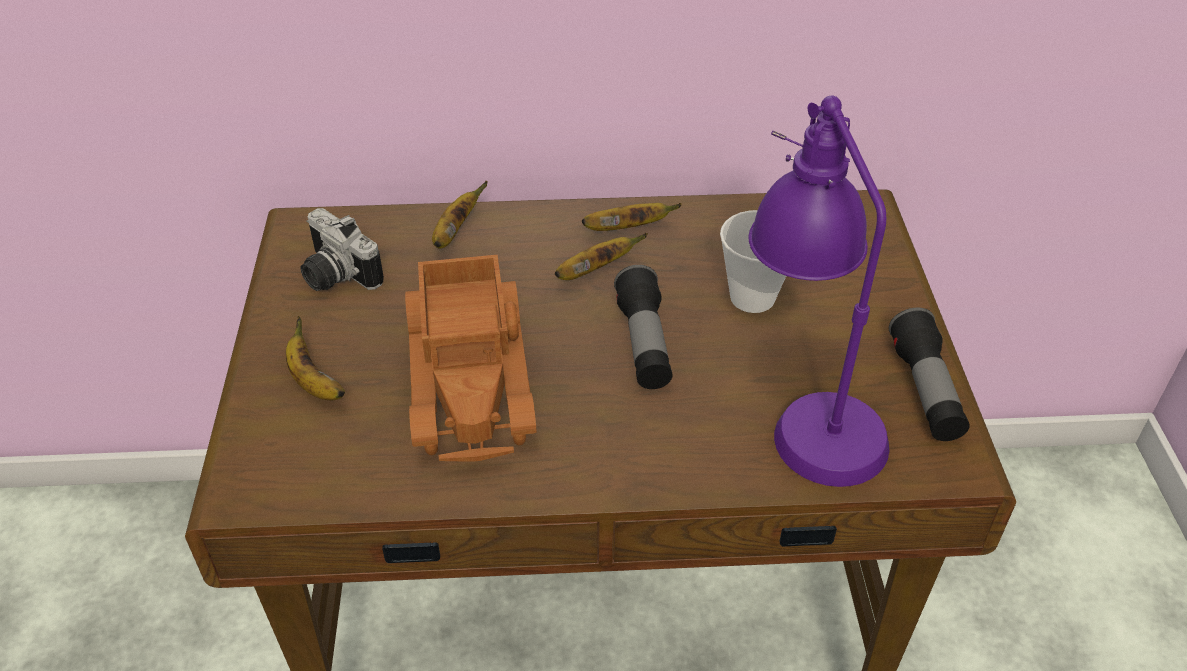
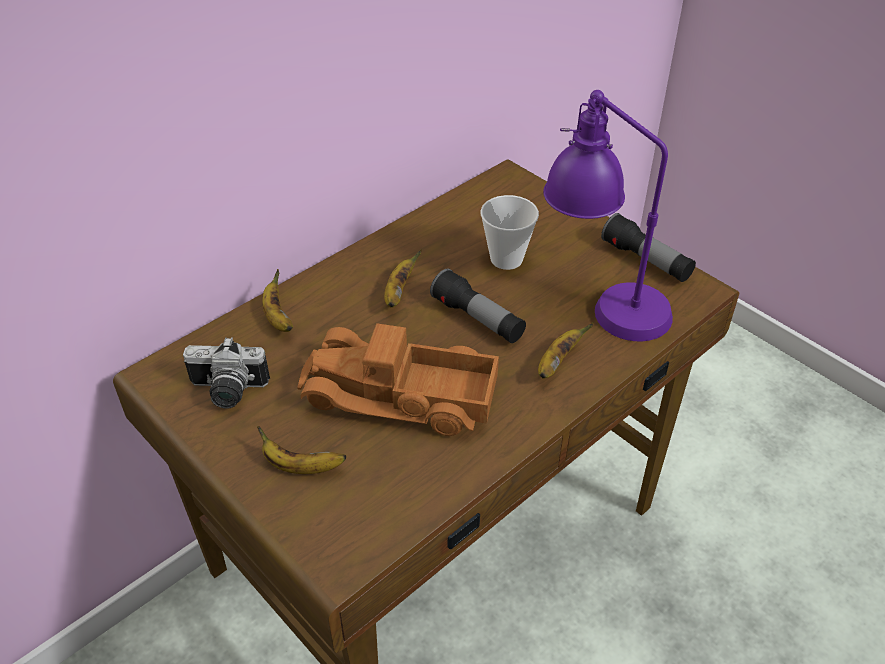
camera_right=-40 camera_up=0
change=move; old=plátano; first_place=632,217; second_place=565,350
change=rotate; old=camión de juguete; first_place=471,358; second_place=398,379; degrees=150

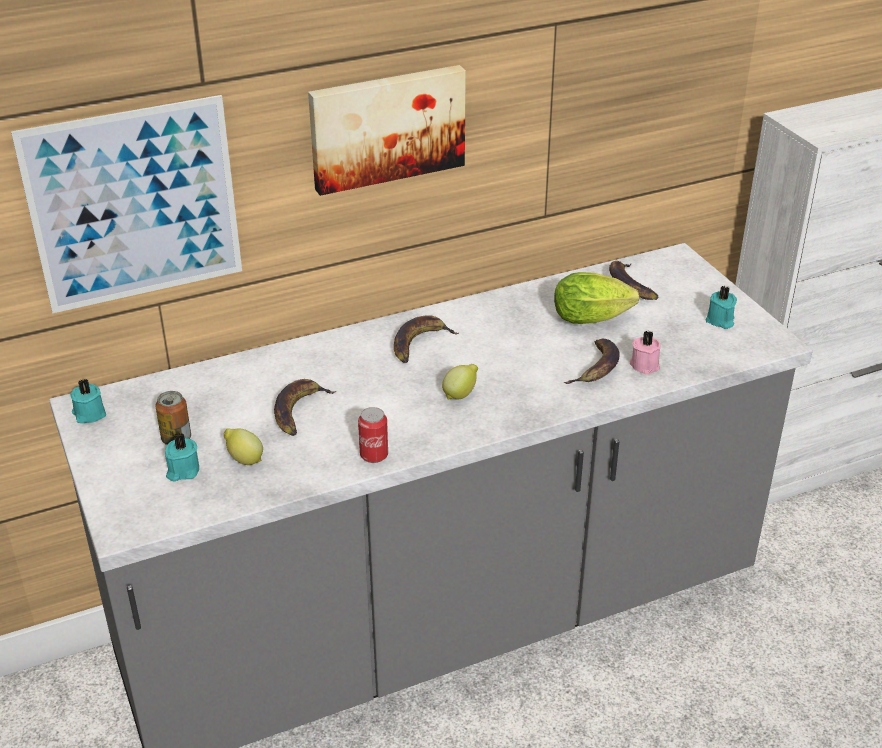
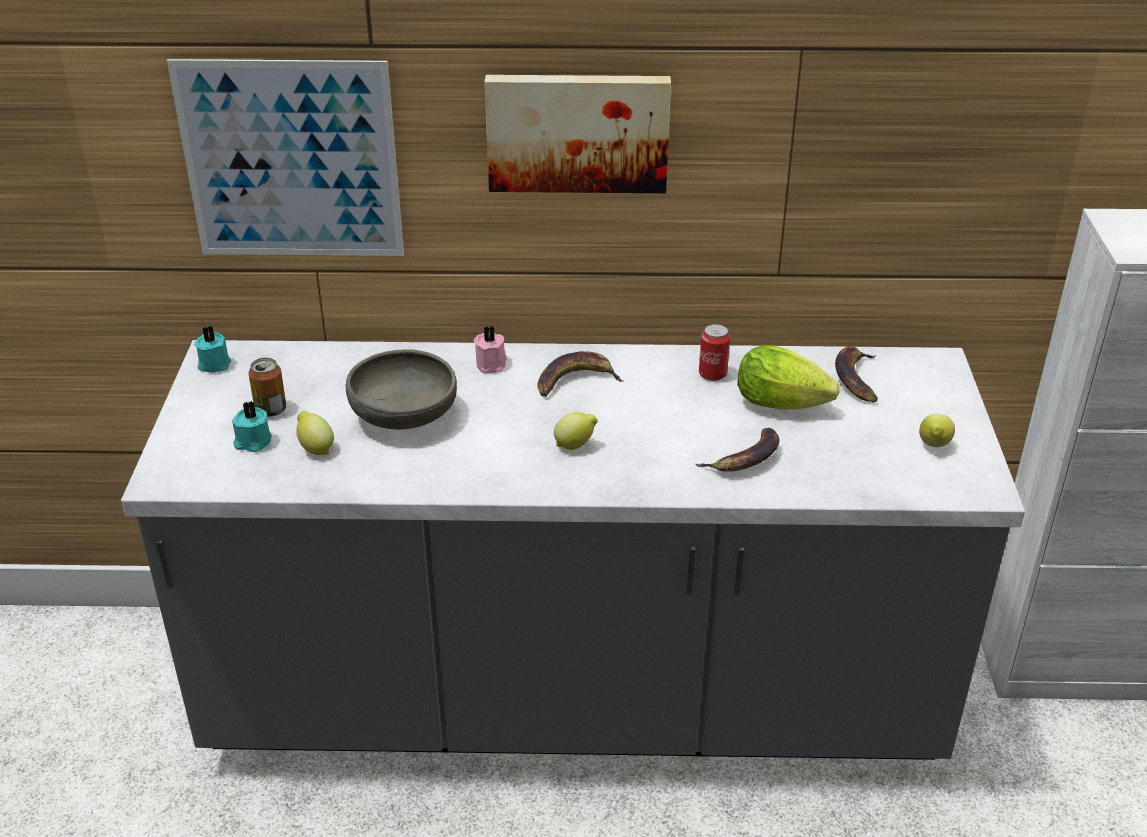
camera_right=25 camera_up=0
change=move; old=lata; first_place=373,435; second_place=714,352
change=move; old=vela/rosa; first_place=645,353; second_place=490,349
change=replace; old=plátano; new=cuenco/gris; first_place=305,407; second_place=401,389
change=replace; old=vela/turquesa; new=limón; first_place=721,307; second_place=937,430

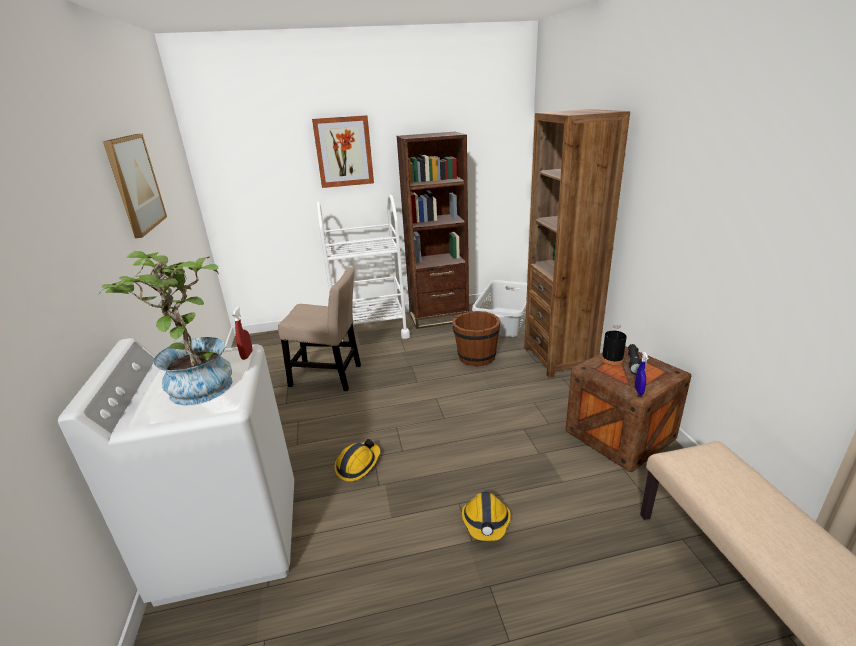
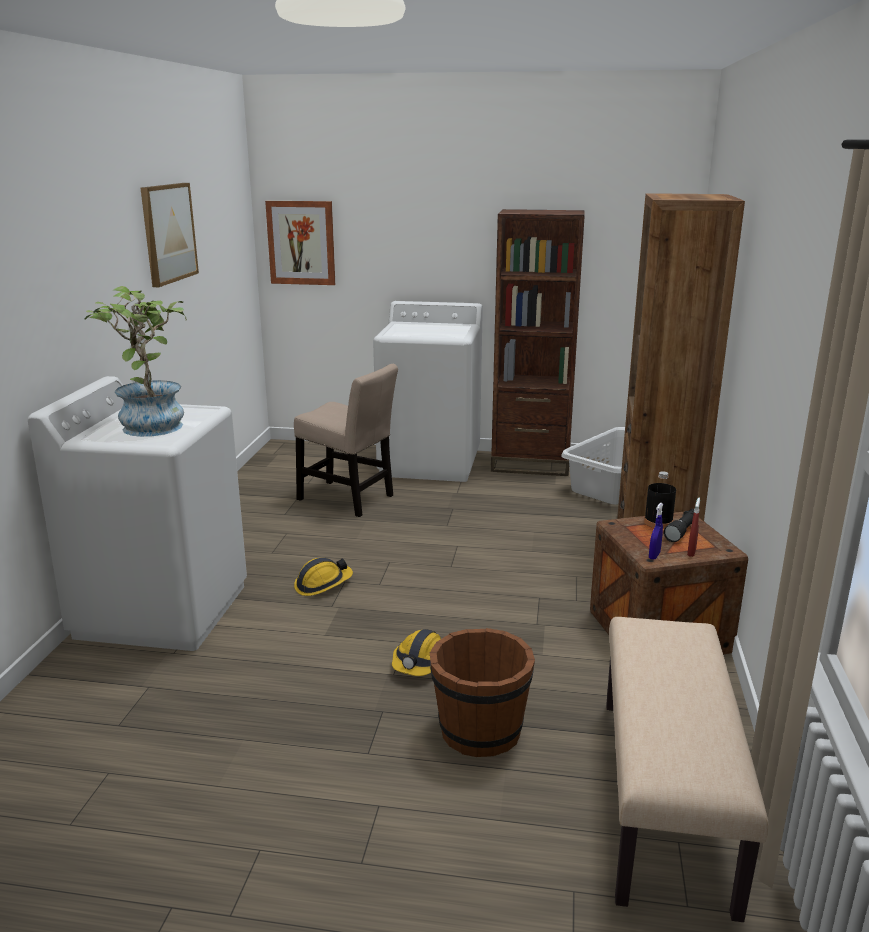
camera_right=20 camera_up=-5
change=move; old=pulverizador/rojo; first_place=242,333; second_place=693,527
change=move; old=cuadro; first_place=343,151; second_place=300,243
change=move; old=cubo/marrón; first_place=476,339; second_place=482,692
change=replace; old=carrito/blanco; new=lavadora/blanco; first_place=363,271; second_place=428,391

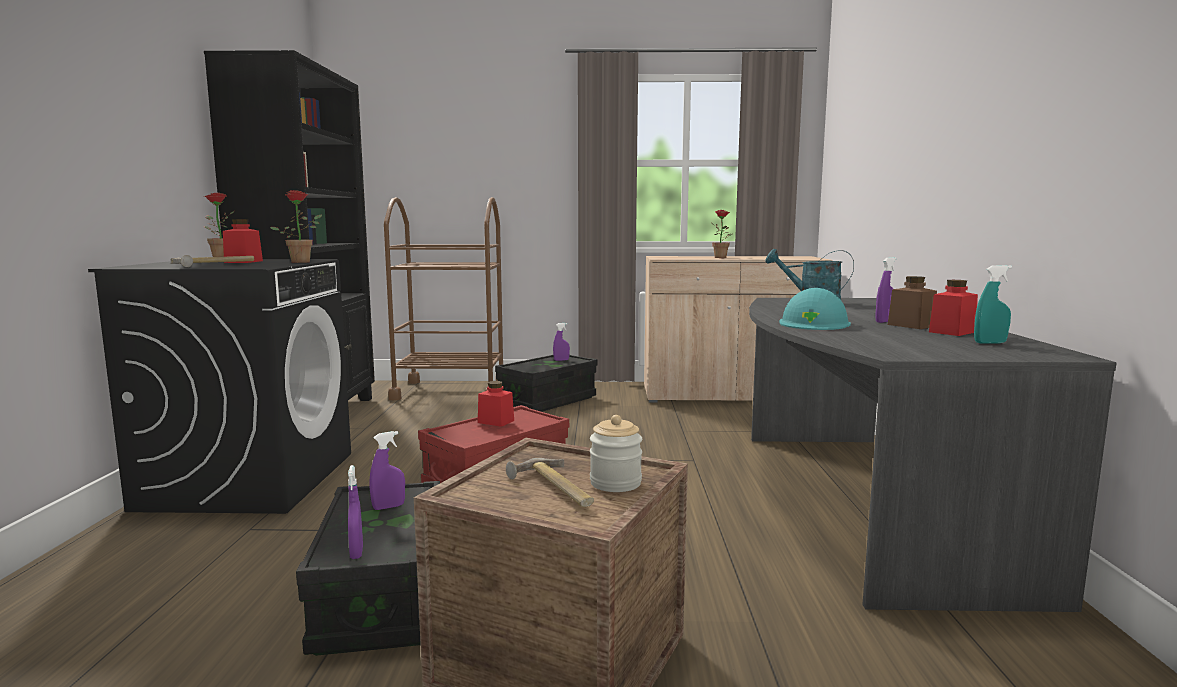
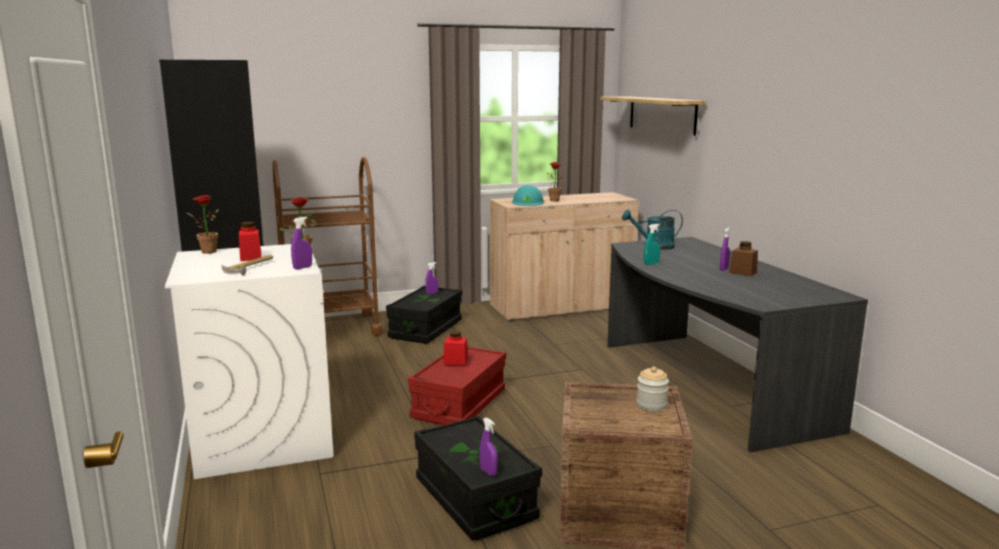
camera_right=-20 camera_up=5
change=delete; old=martillo; first_place=550,482
change=delete; old=tarro/rojo; first_place=953,308
change=insert; new=estante; second_place=653,116
change=move; old=pulverizador/morado; first_place=387,470; second_place=301,243
change=move; old=casco/turquesa; first_place=815,309; second_place=528,195
change=move; old=pulverizador/turquesa; first_place=993,304; second_place=652,244
change=recolor; old=lavadora/negro; new=lavadora/blanco; first_place=219,386; second_place=249,361

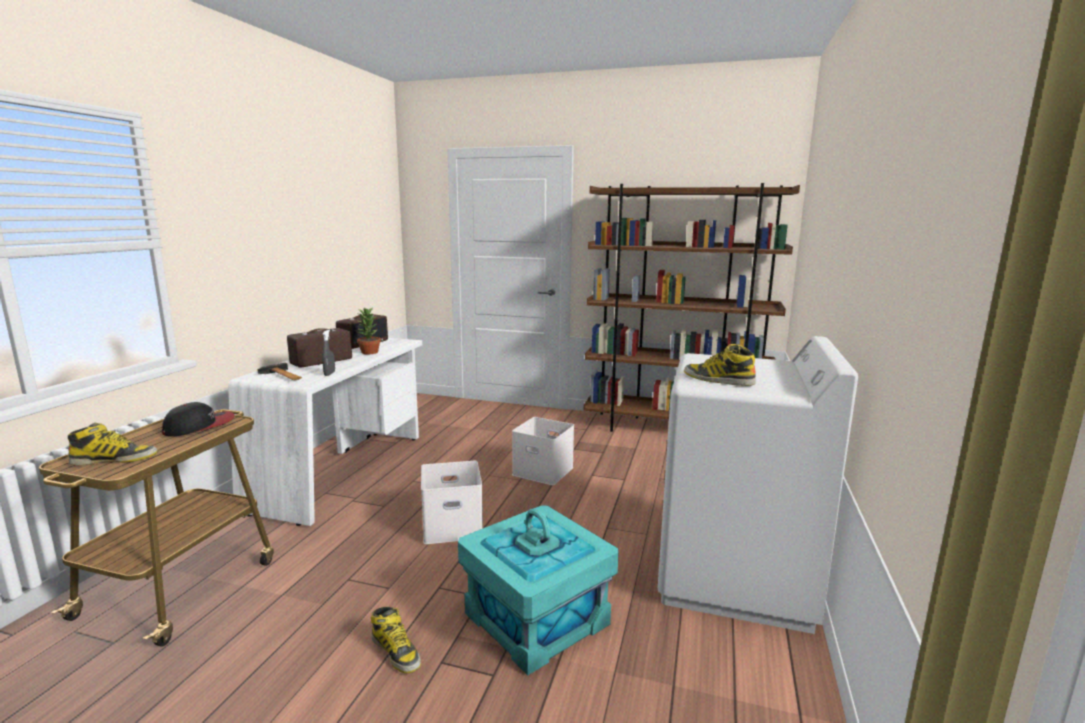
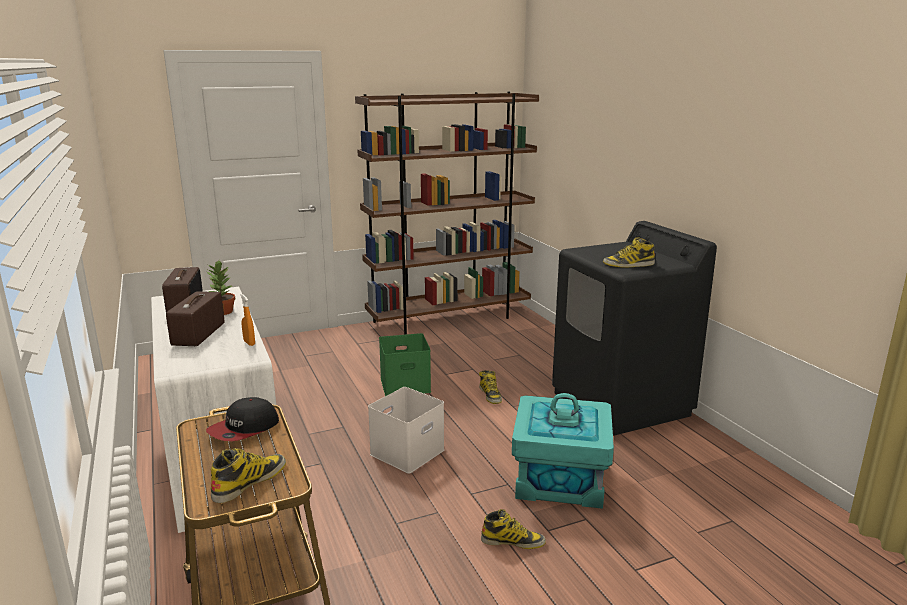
camera_right=-40 camera_up=5
change=delete; old=martillo; first_place=279,371
change=insert; new=bota; second_place=490,387
change=recolor; old=pulverizador/gris; new=pulverizador/naranja; first_place=328,353; second_place=248,320
change=recolor; old=caja de almacenaje/blanco; new=caja de almacenaje/verde; first_place=543,451; second_place=405,364
change=recolor; old=lavadora/blanco; new=lavadora/negro; first_place=758,485; second_place=634,328
change=rotate; old=gorra; first_place=198,419; second_place=242,419; degrees=-150

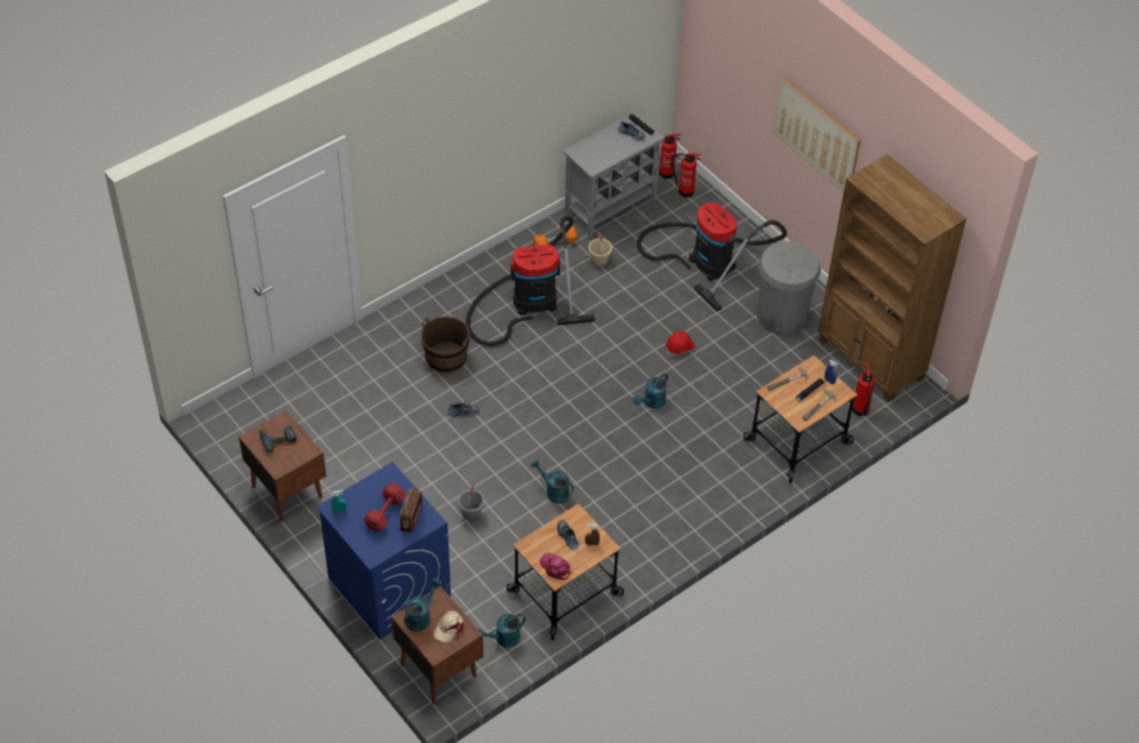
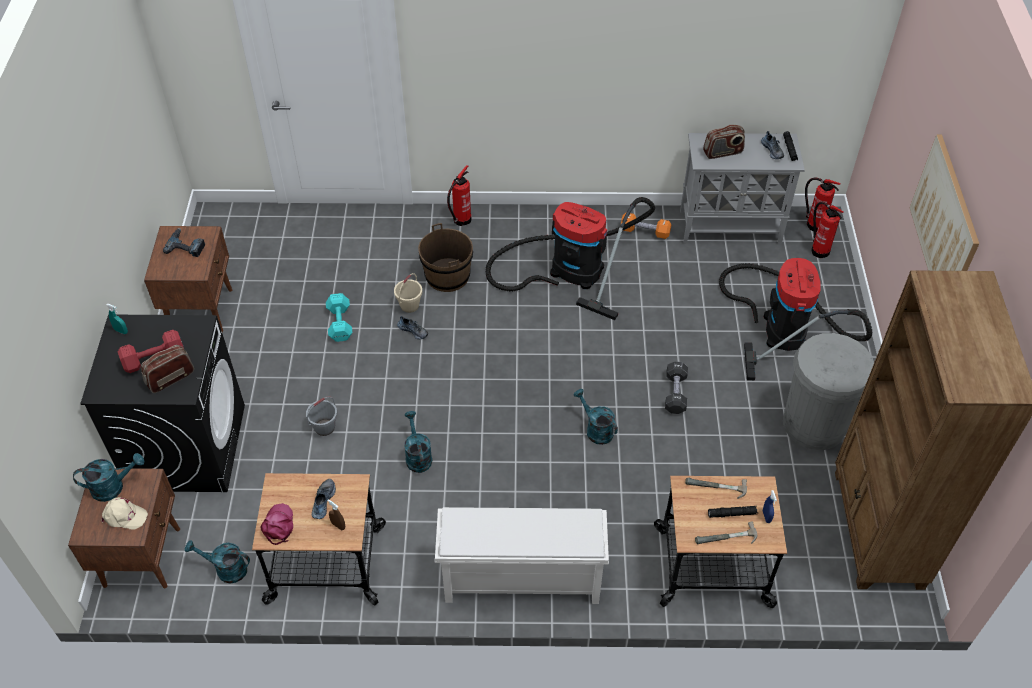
camera_right=40 camera_up=0
change=insert; new=mancuerna/turquesa; second_place=339,317
change=insert; new=zapatero/blanco; second_place=522,555
change=insert; new=radio; second_place=724,142
change=move; old=cubo/beis; first_place=600,249; second_place=408,293
change=move; old=extintor; first_place=863,389; second_place=459,195
change=replace; old=casco/rojo; new=mancuerna/negro; first_place=680,343; second_place=676,388
change=recolor; old=lavadora/azul; new=lavadora/negro; first_place=383,551; second_place=162,403
change=rotate; old=gorra/beis; first_place=449,627; second_place=124,513; degrees=-150
change=rotate; old=regadera/turquesa; first_place=650,390; second_place=596,417; degrees=60

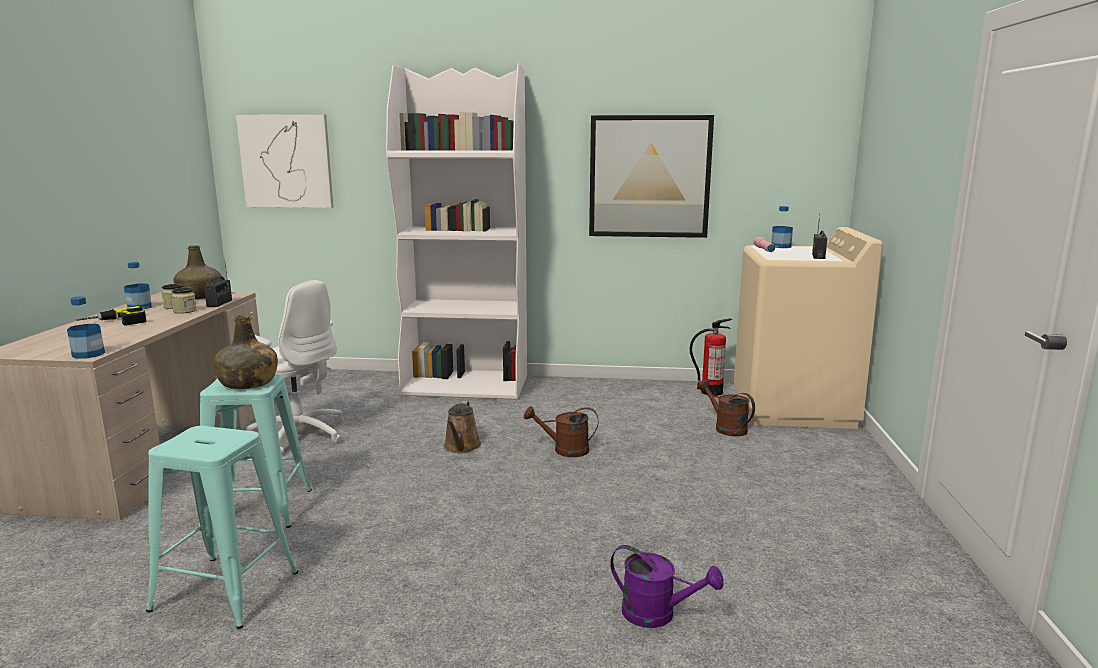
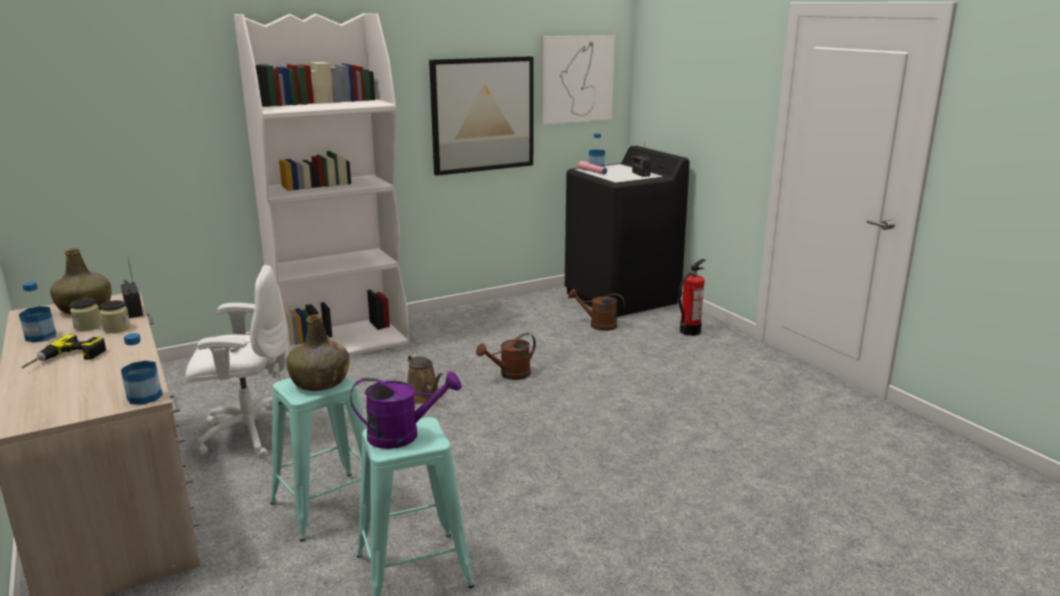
camera_right=-35 camera_up=5
change=move; old=cuadro; first_place=284,161; second_place=577,80
change=move; old=regadera/morado; first_place=667,586; second_place=406,410
change=move; old=extintor; first_place=710,357; second_place=691,297
change=recolor; old=lavadora/beis; new=lavadora/negro; first_place=808,328; second_place=627,231

